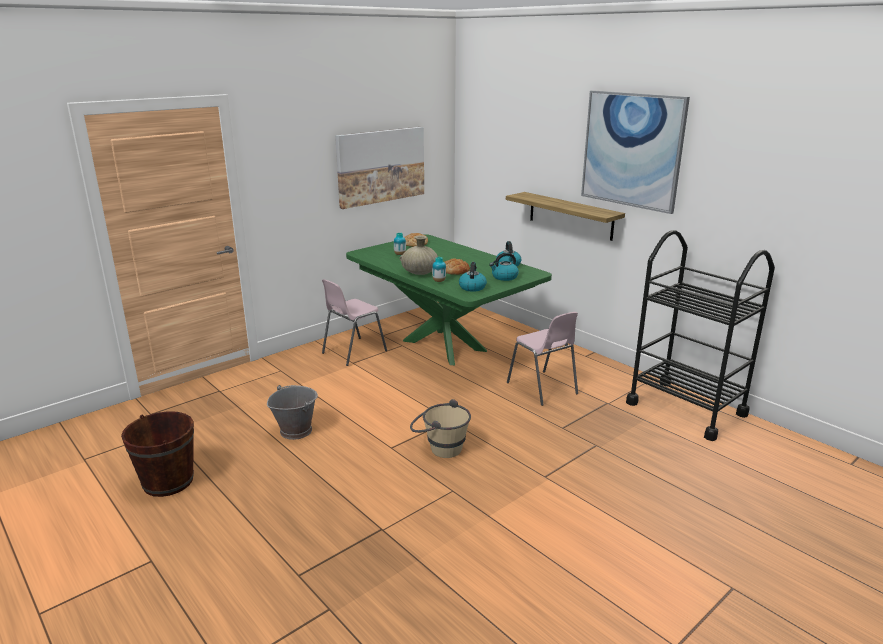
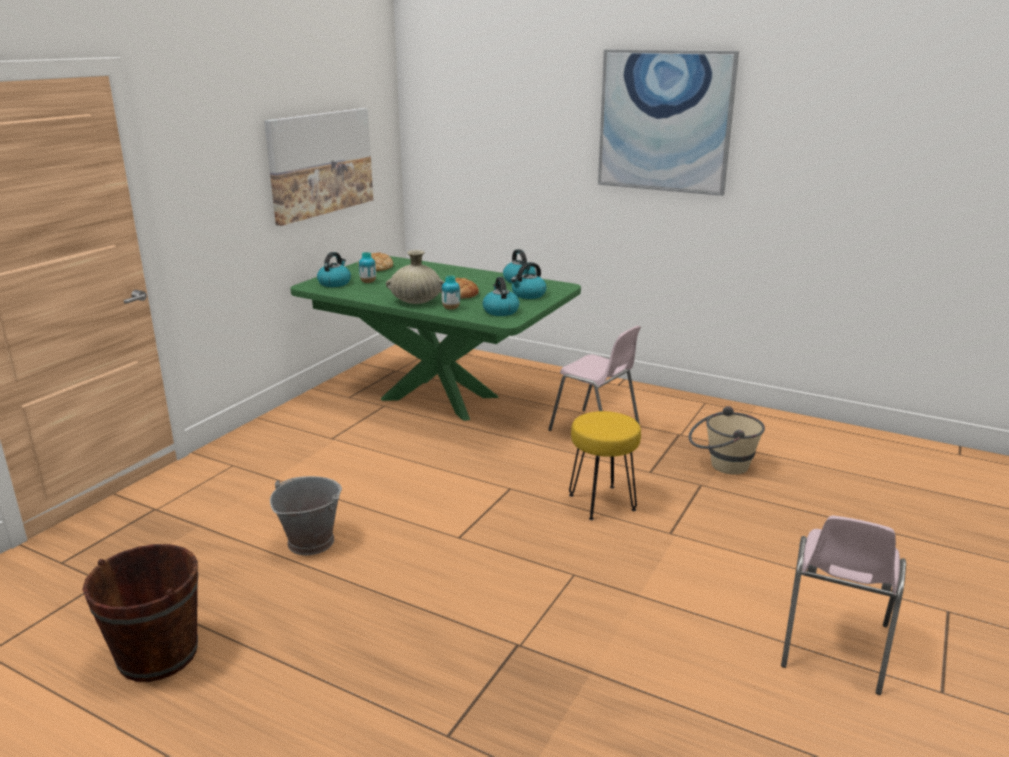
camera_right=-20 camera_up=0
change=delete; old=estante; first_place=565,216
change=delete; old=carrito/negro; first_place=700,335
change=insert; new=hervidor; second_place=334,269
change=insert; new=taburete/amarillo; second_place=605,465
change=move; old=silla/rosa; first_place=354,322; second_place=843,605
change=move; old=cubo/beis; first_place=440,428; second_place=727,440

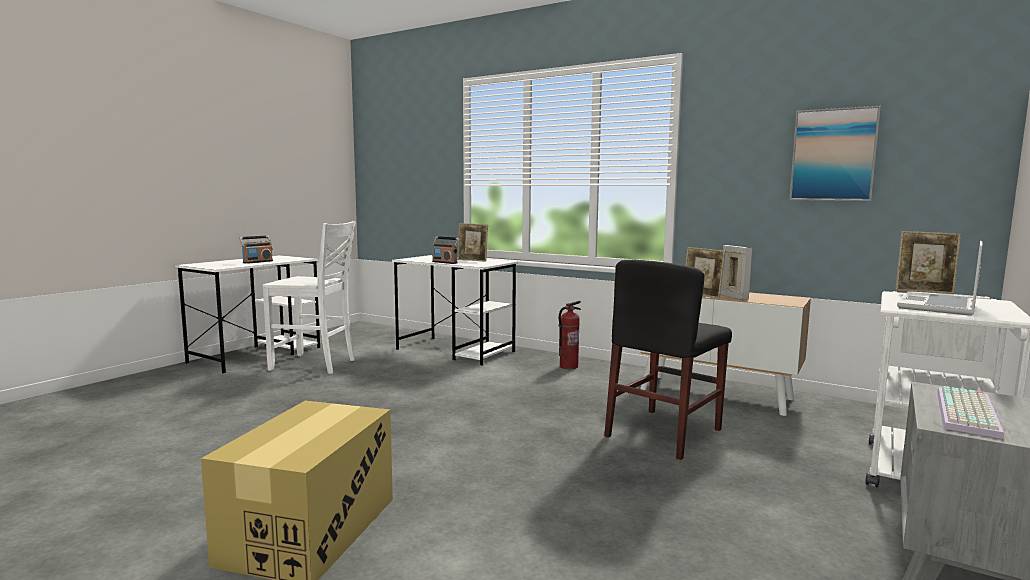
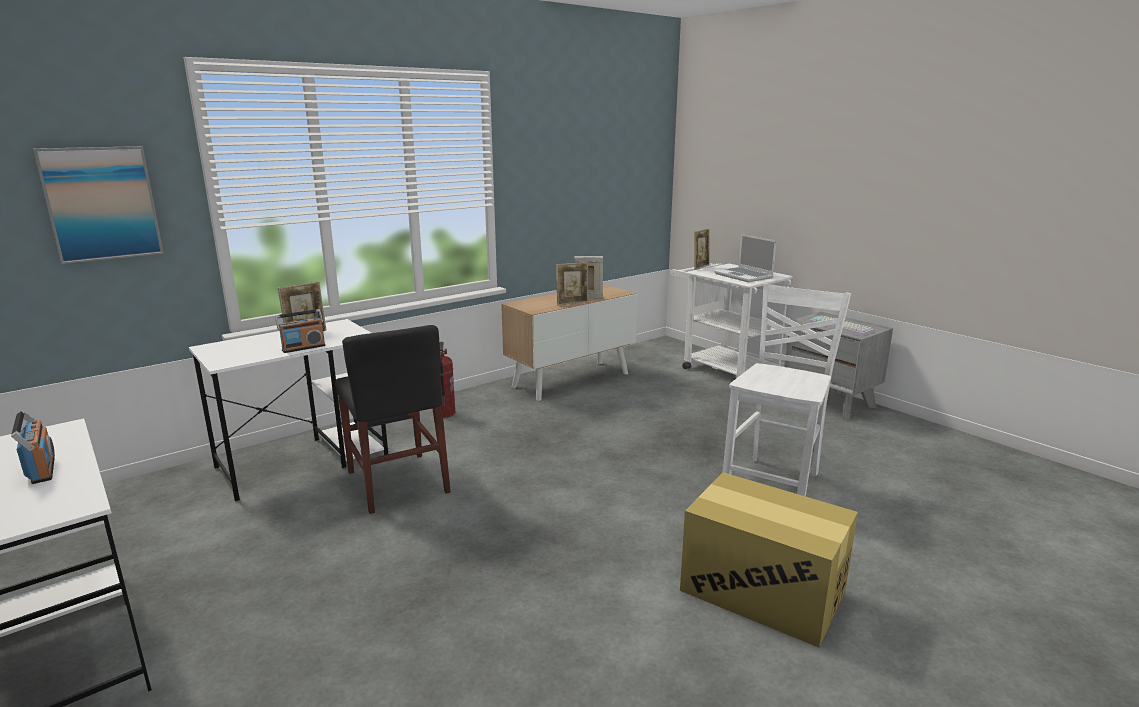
camera_right=-70 camera_up=10
change=move; old=silla/blanco; first_place=309,297; second_place=787,390
change=move; old=silla/negro; first_place=668,359; second_place=393,419
change=move; old=cuadro; first_place=835,153; second_place=98,205

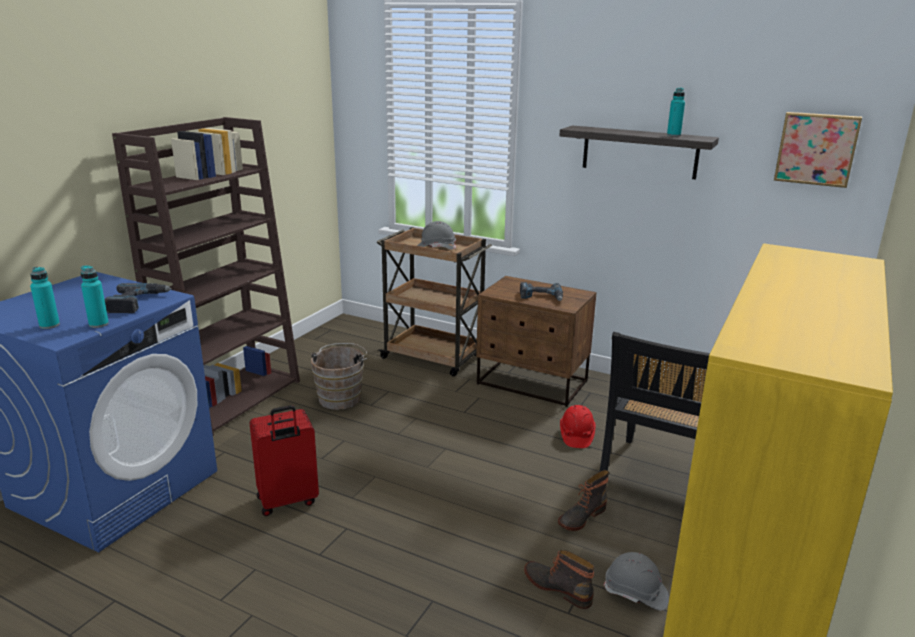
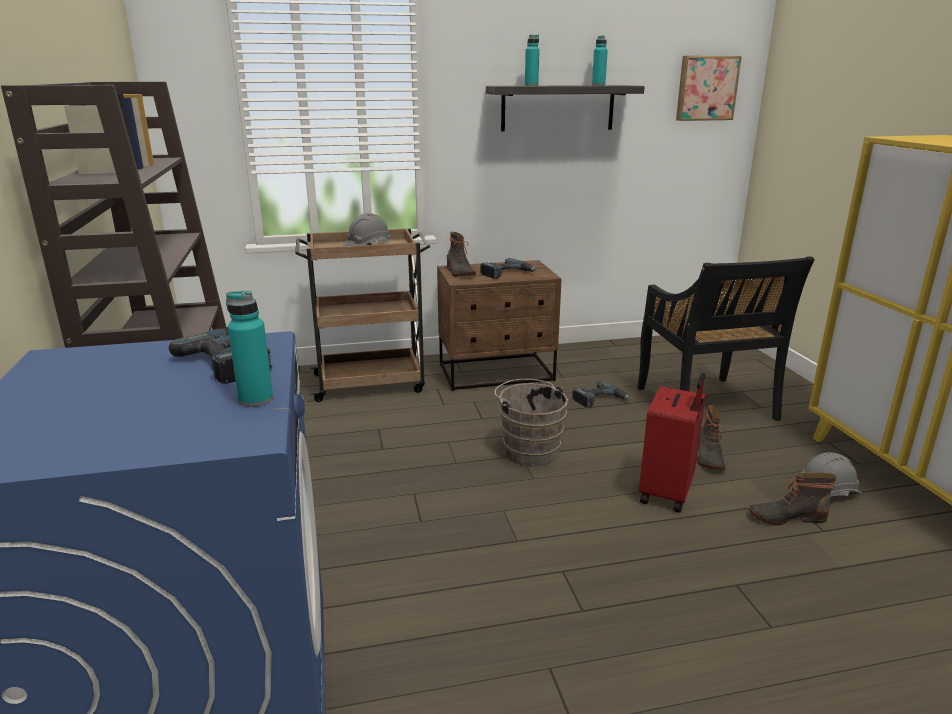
camera_right=-40 camera_up=0
change=insert; new=bota; second_place=461,254
change=move; old=botella/turquesa; first_place=45,298; second_place=532,60
change=move; old=maleta/rojo; first_place=284,460; second_place=672,443
change=move; old=cubo/marrón; first_place=339,376; second_place=531,422
change=replace; old=casco/rojo; new=taladro; first_place=578,426; second_place=601,393

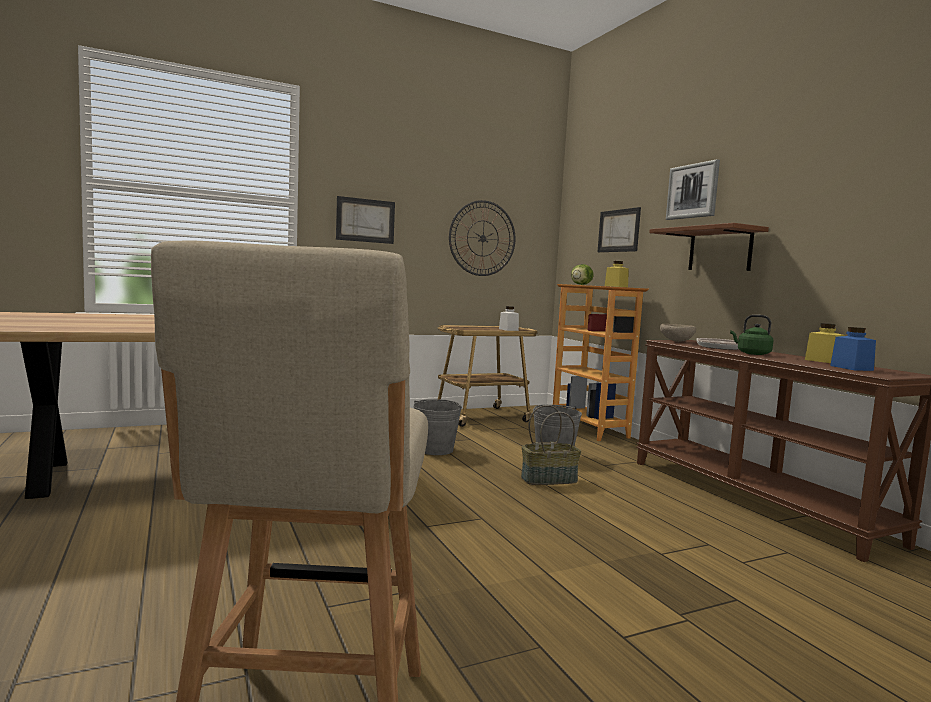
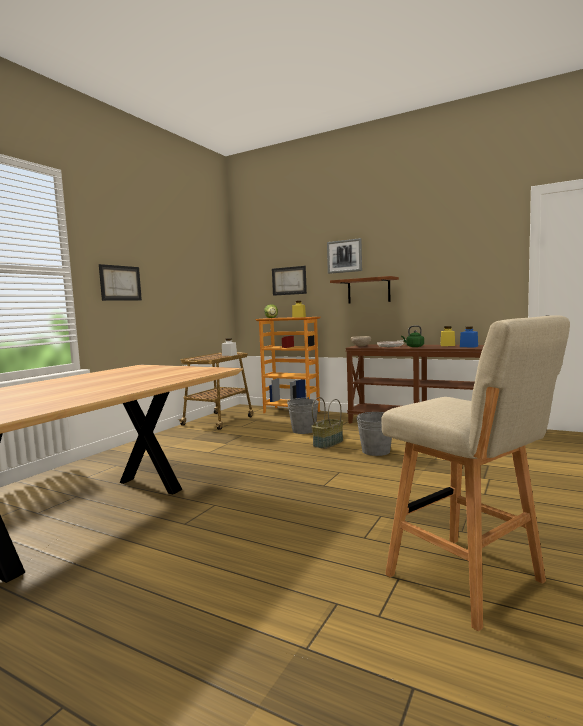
camera_right=-35 camera_up=0
change=delete; old=reloj de pared; first_place=482,238
change=move; old=cubo/gris; first_place=437,427; second_place=374,434

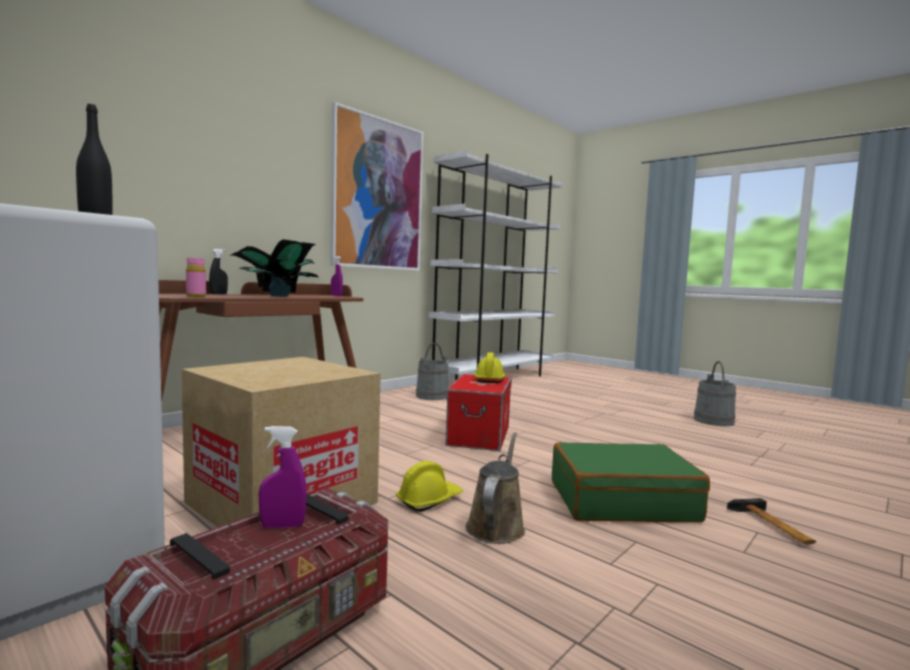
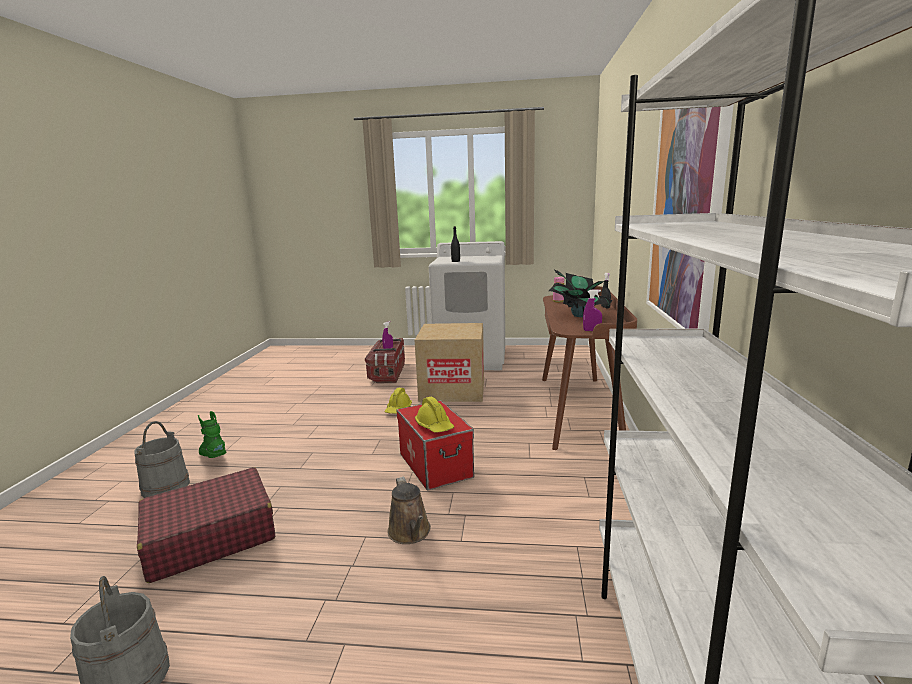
camera_right=145 camera_up=10
change=delete; old=maleta/verde; first_place=631,482
change=insert; new=maleta/rojo; second_place=206,525
change=move; old=cubo/gris; first_place=432,371; second_place=162,459
change=move; old=regadera/marrón; first_place=495,488; second_place=409,510
change=replace; old=martillo; new=bota/verde; first_place=772,521; second_place=212,434

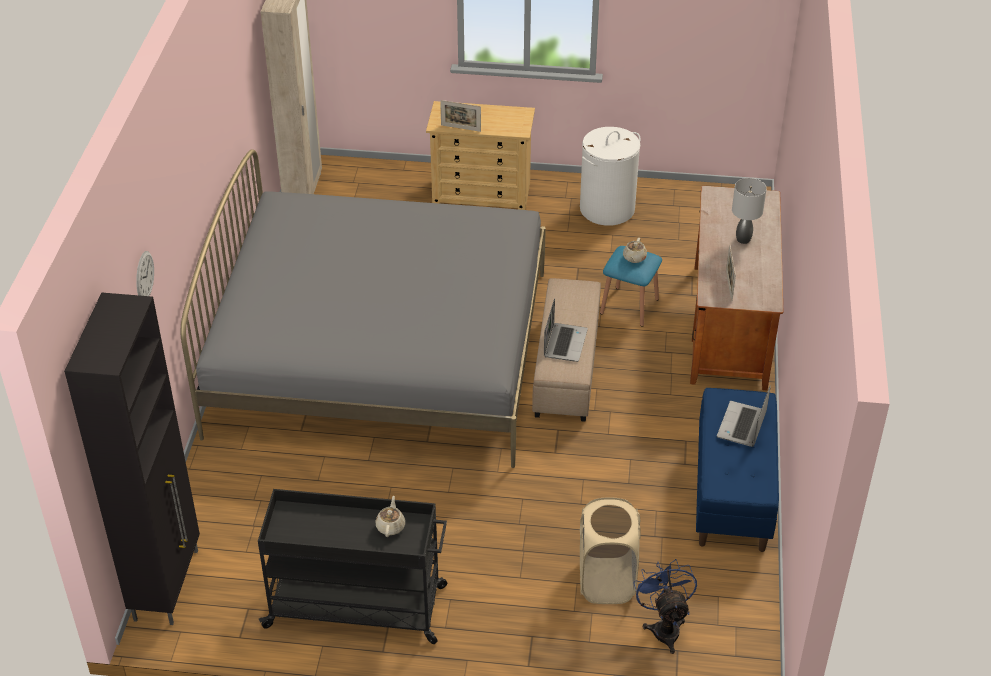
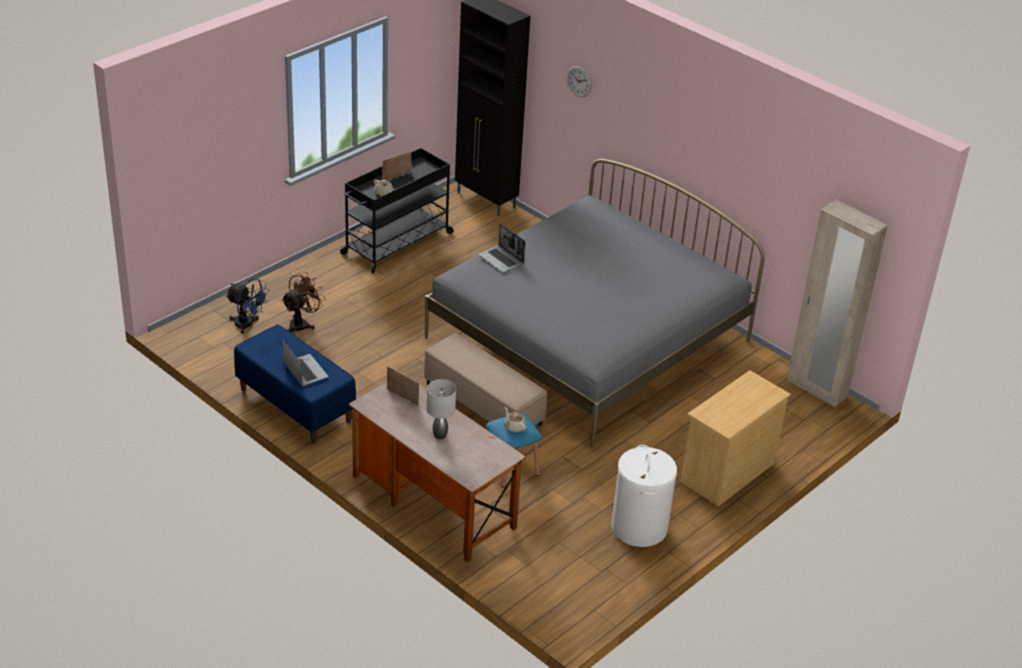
camera_right=125 camera_up=-5
change=move; old=portarretratos; first_place=460,116; second_place=396,165
change=move; old=portátil; first_place=566,330; second_place=502,248
change=replace; old=cesto de la ropa/beis; new=ventilador/marrón; first_place=610,551; second_place=303,302

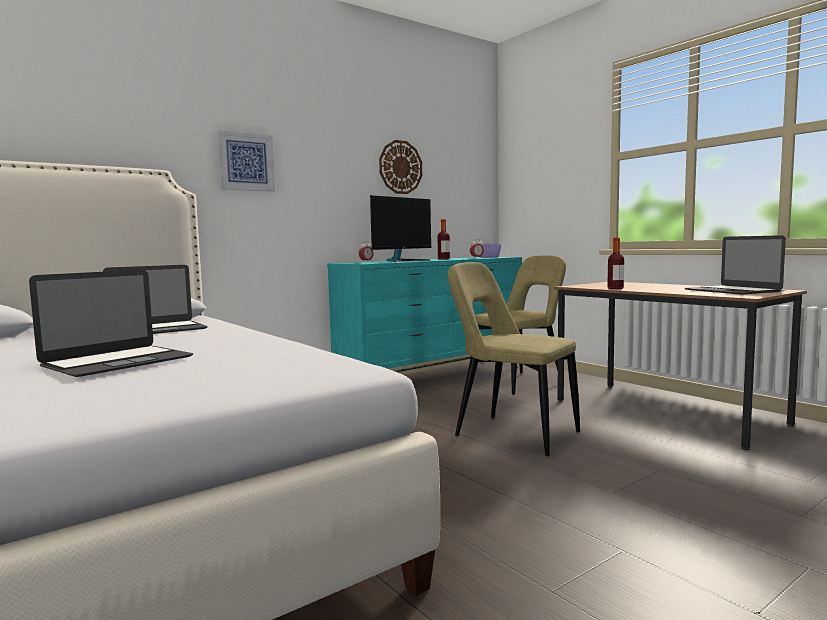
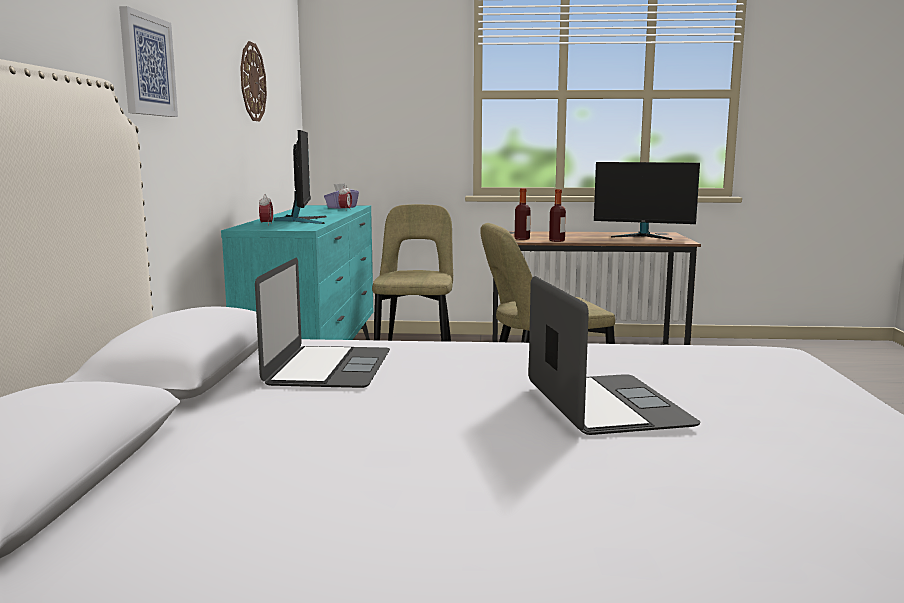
camera_right=-50 camera_up=5
change=move; old=botella; first_place=444,239; second_place=523,214
change=replace; old=portátil; new=monitor; first_place=735,265; second_place=647,201

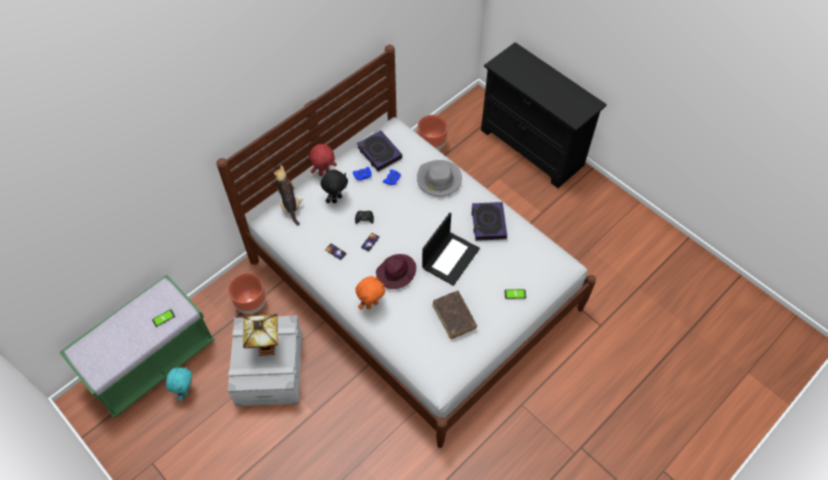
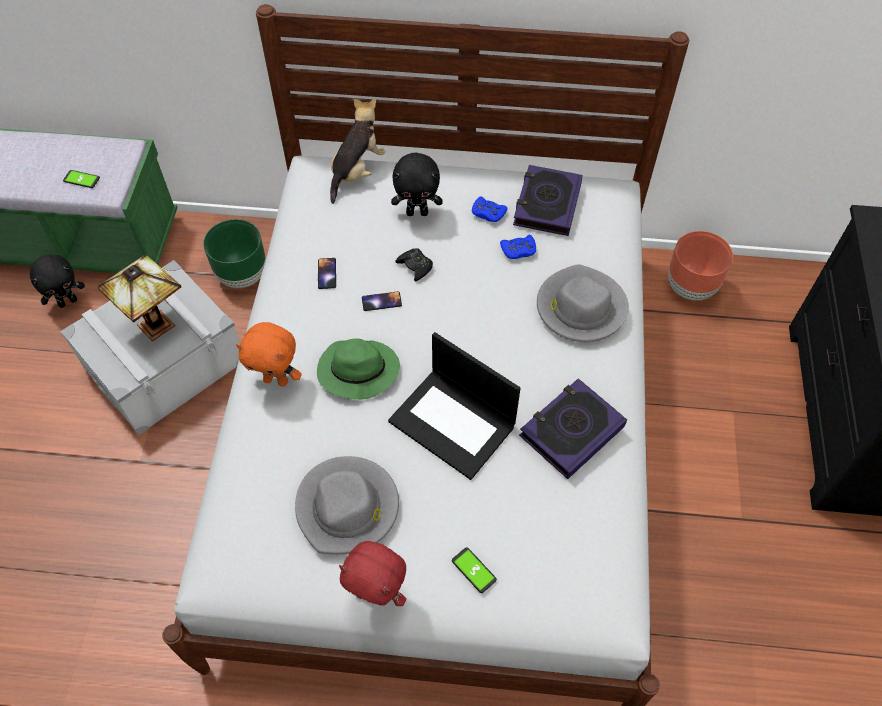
camera_right=50 camera_up=0
change=move; old=peluche/rojo; first_place=323,160; second_place=372,573
change=replace; old=libro/marrón; new=sombrero/gris; first_place=455,315; second_place=347,505
change=recolor; old=peluche/turquesa; new=peluche/negro; first_place=179,383; second_place=57,281
change=recolor; old=maceta/marrón; new=maceta/verde; first_place=247,293; second_place=234,253
change=recolor; old=sombrero/morado; new=sombrero/verde; first_place=396,271; second_place=358,369
change=rotate; old=portátil; first_place=451,249; second_place=454,406; degrees=45

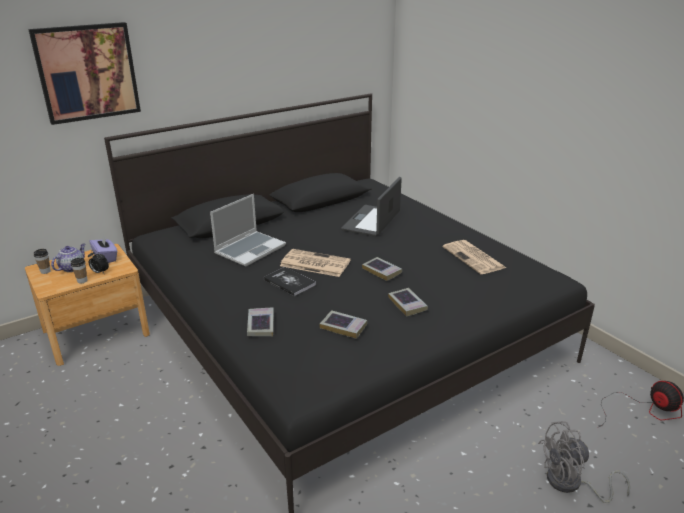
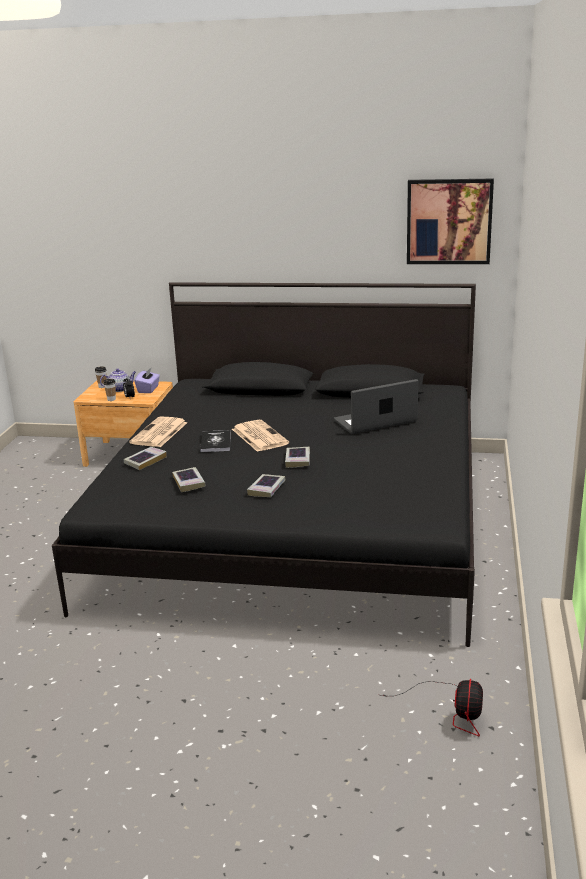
camera_right=45 camera_up=-5
change=delete; old=portátil; first_place=248,230
change=delete; old=ventilador/gris; first_place=584,462
change=move; old=cuadro; first_place=84,73; second_place=450,221
change=move; old=periódico; first_place=474,257; second_place=158,431

